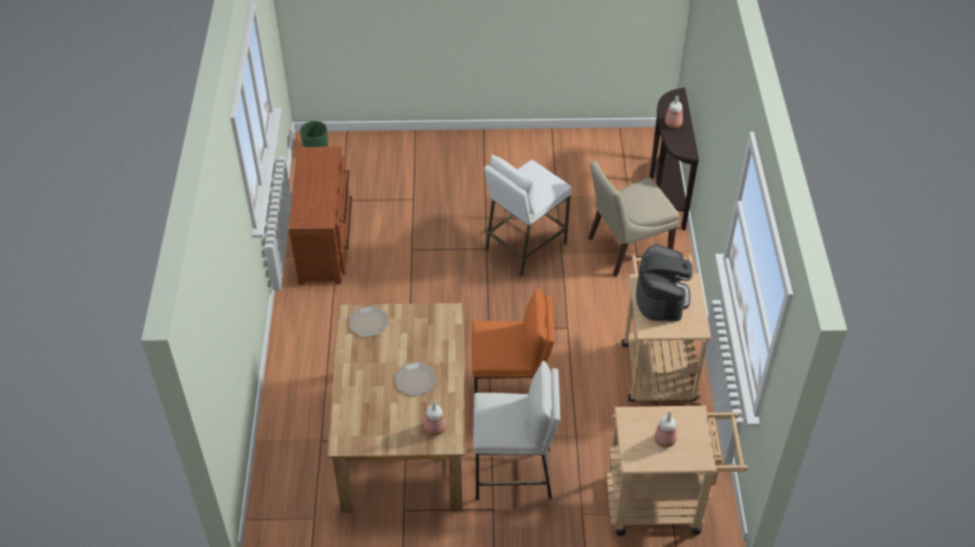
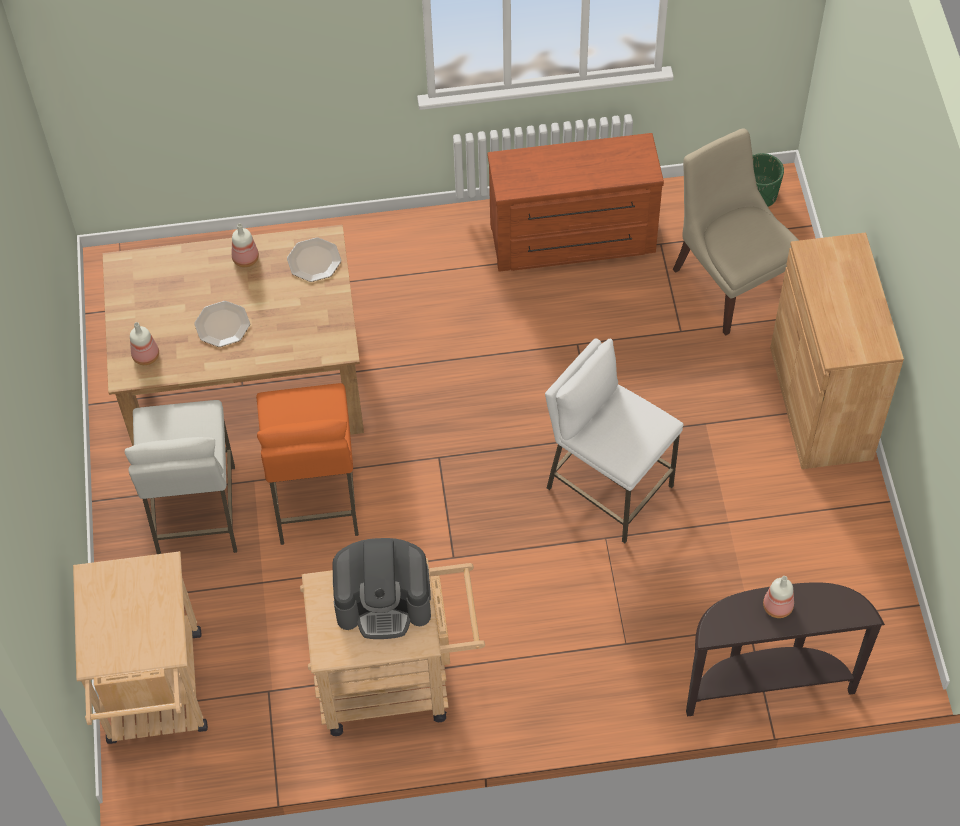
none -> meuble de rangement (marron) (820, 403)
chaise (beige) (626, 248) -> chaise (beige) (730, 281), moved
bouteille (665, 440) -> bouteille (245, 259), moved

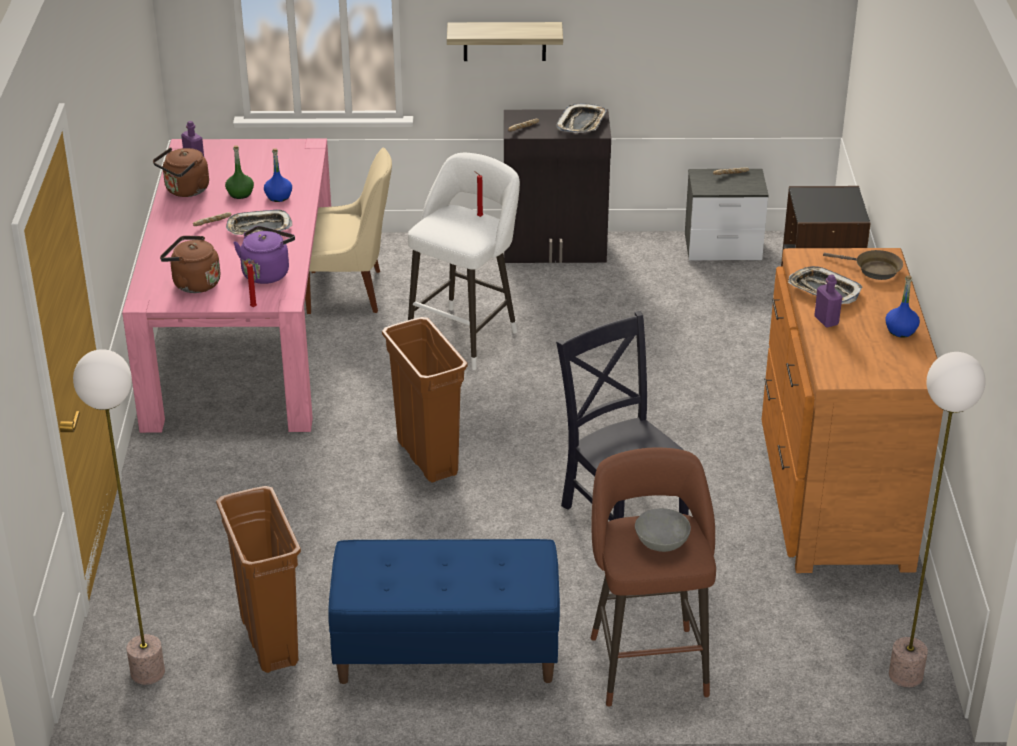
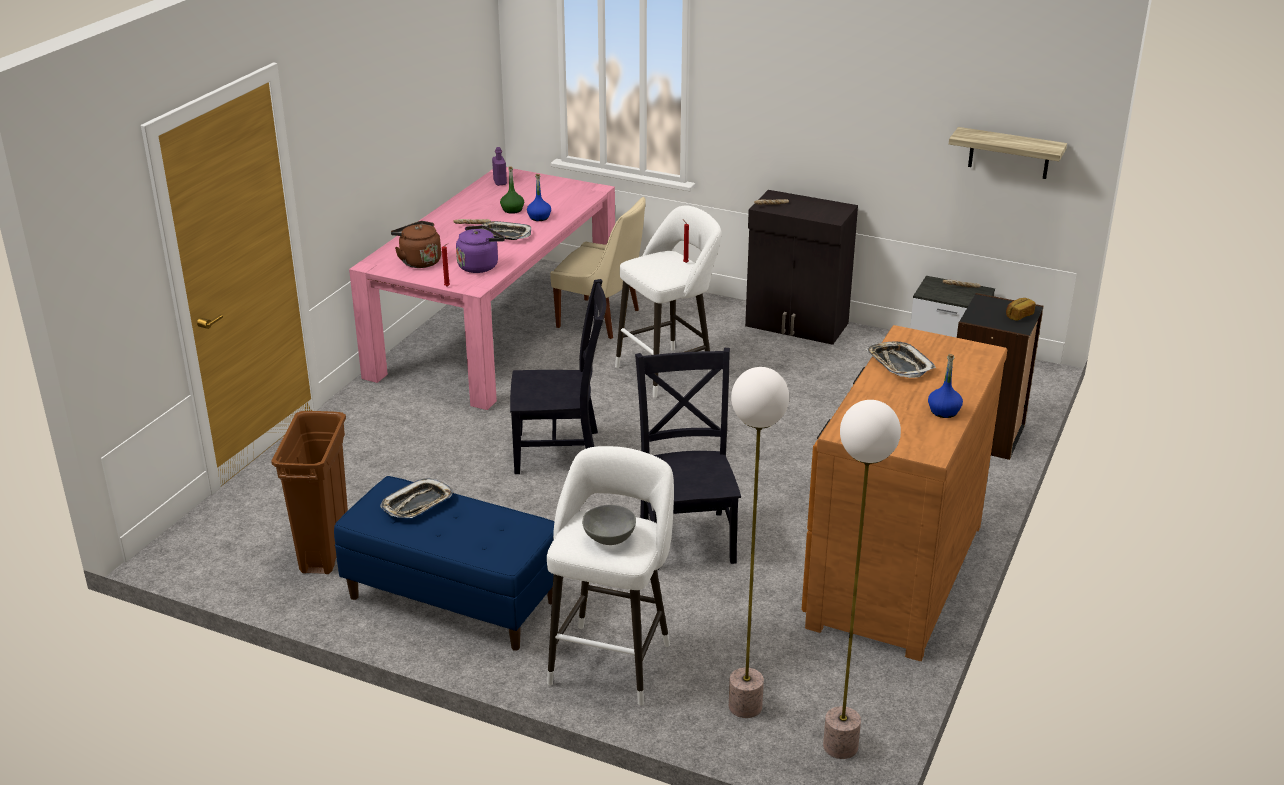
bouilloire (marron) (185, 191) -> none
bouteille (violet) (826, 321) -> none
poêle (marron) (873, 269) -> none
none -> pain (1018, 315)
lampadaire (147, 672) -> lampadaire (744, 706), moved
étagère (504, 41) -> étagère (1009, 153), moved
plateau (582, 123) -> plateau (417, 504), moved
poubelle (marron) (428, 458) -> chaise (noir) (561, 452)
tabouret (marron) (647, 660) -> tabouret (blanc) (612, 659)

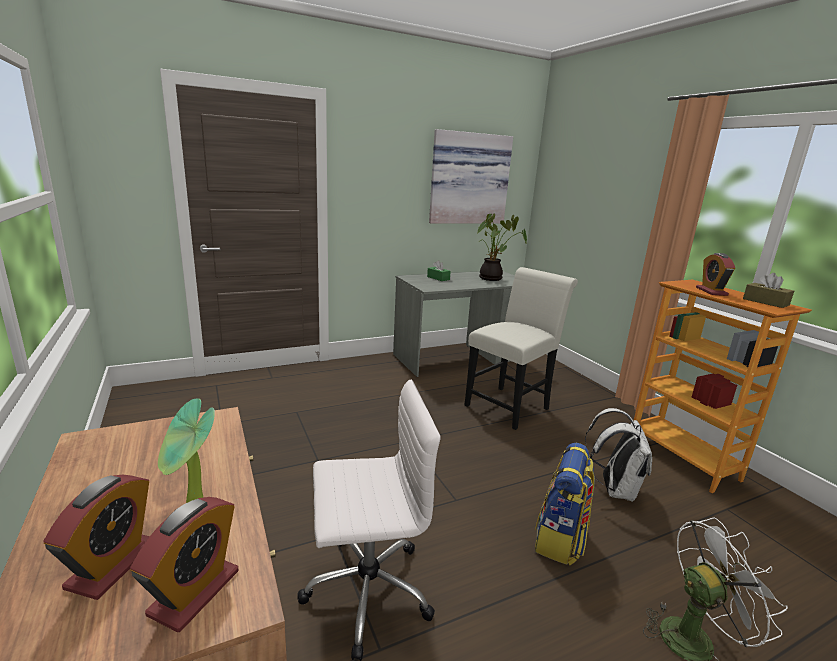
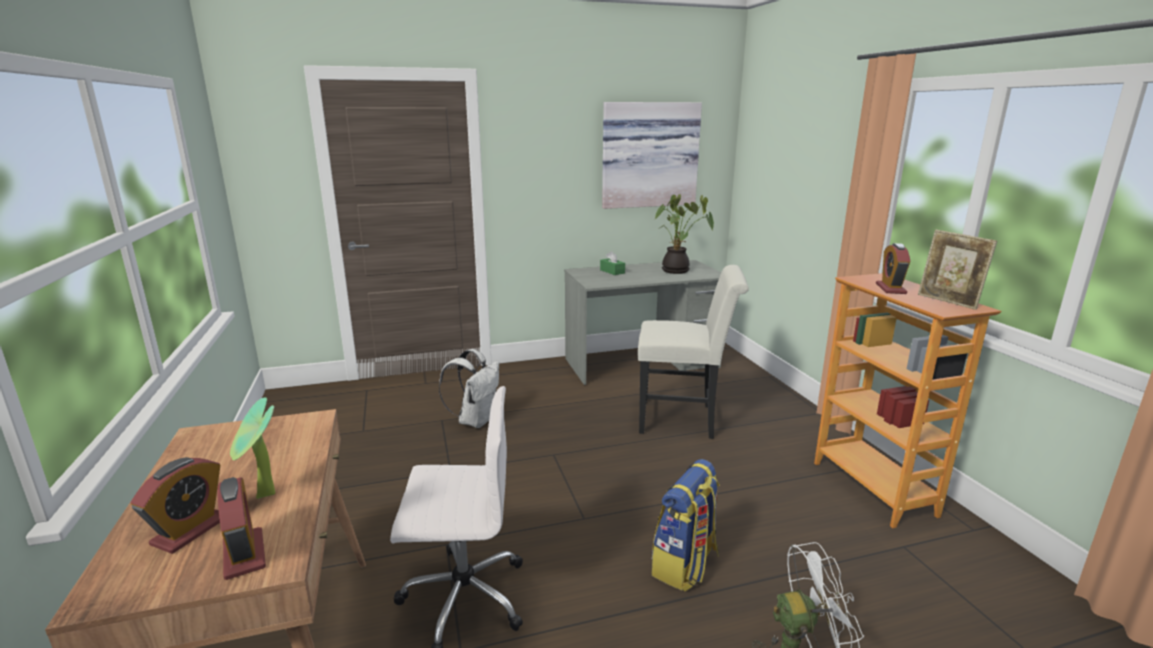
sac à dos (blanc) (614, 489) -> sac à dos (blanc) (476, 420), moved
boîte à mouchoirs (marron) (765, 302) -> cadre photo (948, 302)
réveil (194, 592) -> réveil (244, 554), 60 degrees counterclockwise
chaise (blanc) (510, 405) -> chaise (blanc) (683, 419), 45 degrees clockwise

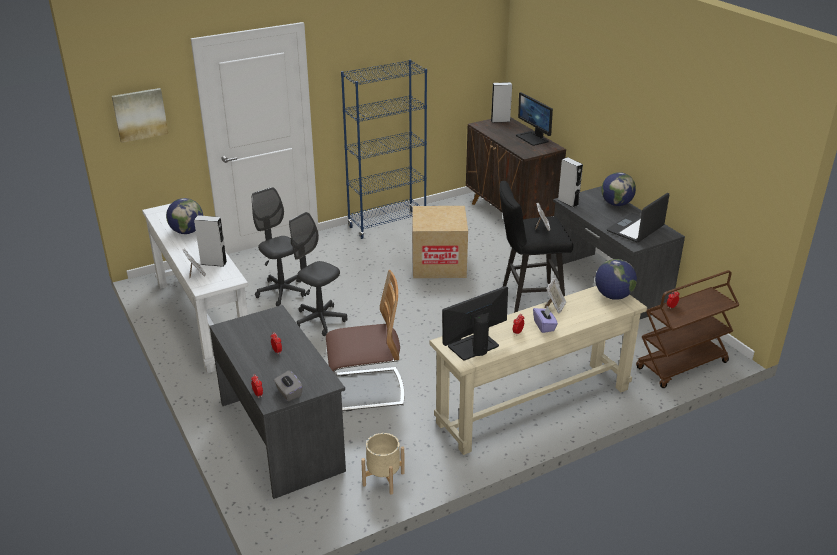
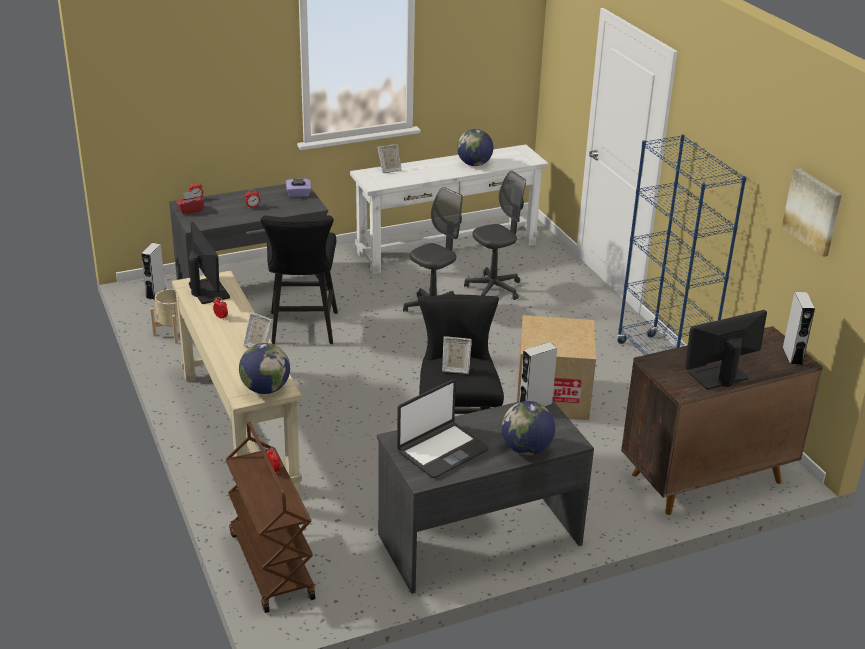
tableau (140, 114) -> tableau (813, 211), moved
enceinte (gris) (213, 263) -> enceinte (gris) (155, 293), moved
boîte à mouchoirs (violet) (544, 326) -> boîte à mouchoirs (violet) (298, 194), moved
chaise (367, 390) -> tabouret (noir) (303, 331)
boîte à mouchoirs (gris) (288, 393) -> boîte à mouchoirs (rouge) (190, 210)
ordinateur portable (636, 229) -> ordinateur portable (442, 450), 90 degrees clockwise

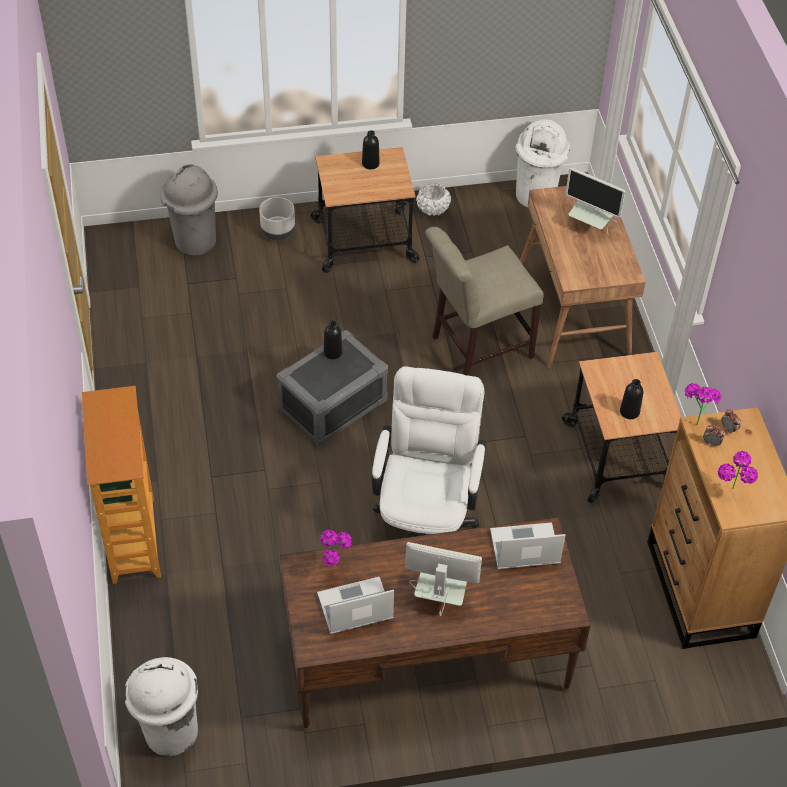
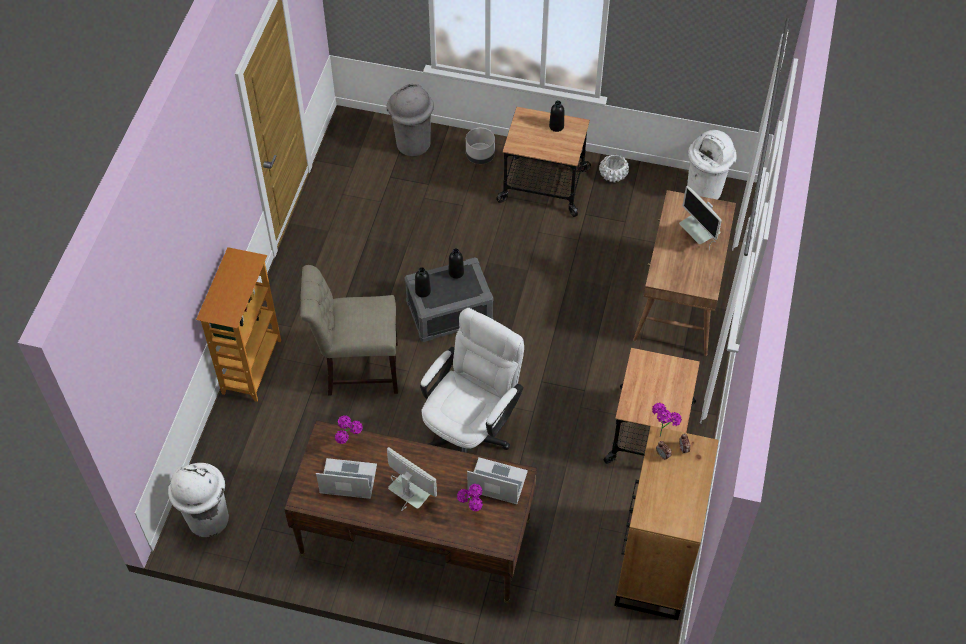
chaise (beige) (476, 348) -> chaise (beige) (357, 368), moved
bouteille (noir) (629, 412) -> bouteille (noir) (423, 291), moved
plante en pot (732, 494) -> plante en pot (472, 512), moved

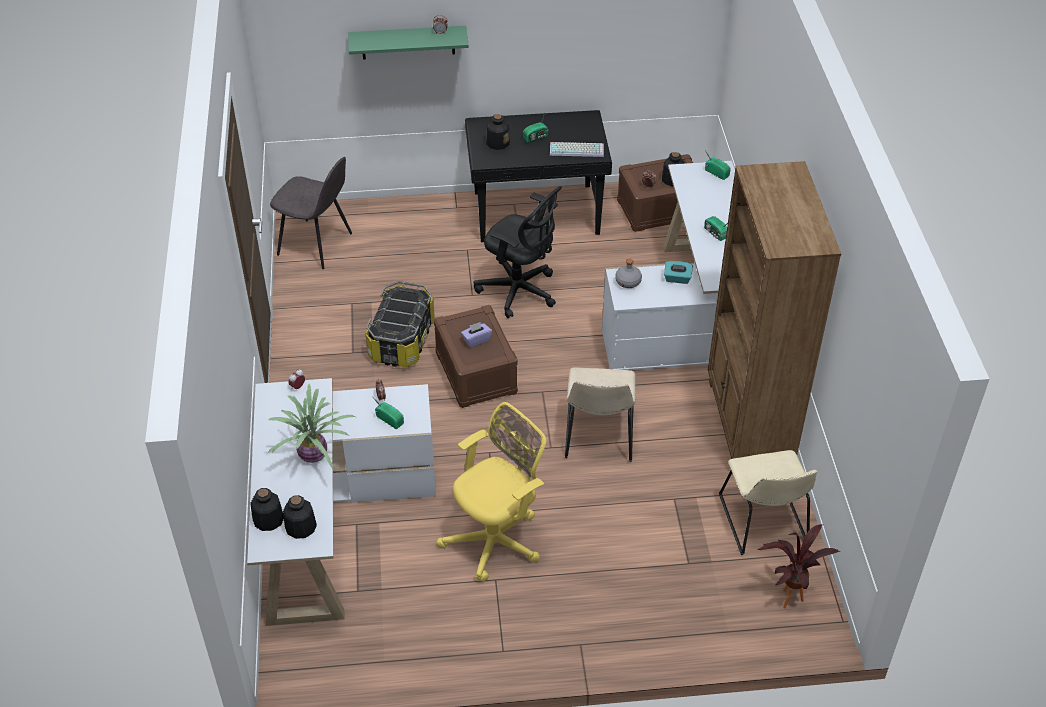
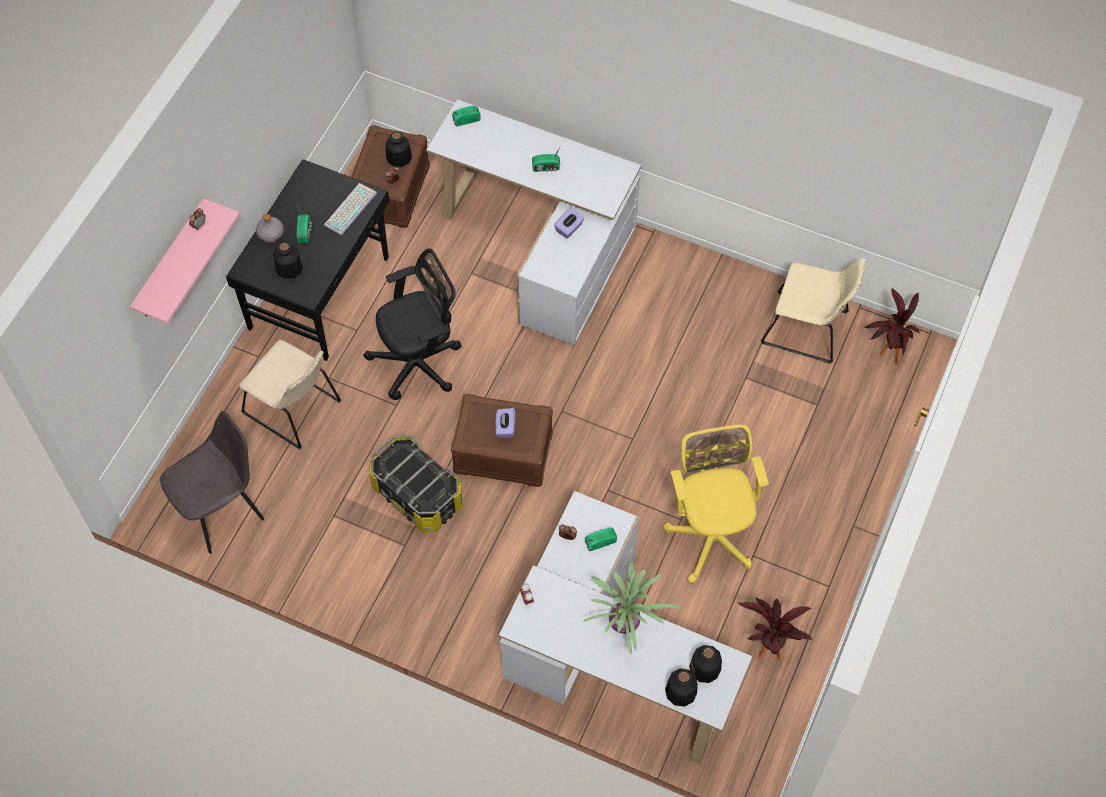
bibliothèque (marron) (748, 424) -> none
none -> plante en pot (768, 646)
chaise (beige) (599, 436) -> chaise (beige) (295, 410), moved
bouteille (gris) (628, 282) -> bouteille (gris) (271, 234), moved
étagère (vert) (408, 42) -> étagère (rose) (170, 262)
boîte à mouchoirs (turquoise) (677, 279) -> boîte à mouchoirs (violet) (569, 228)

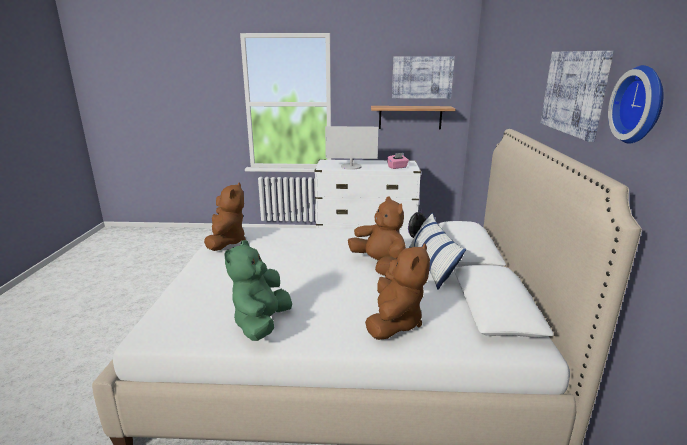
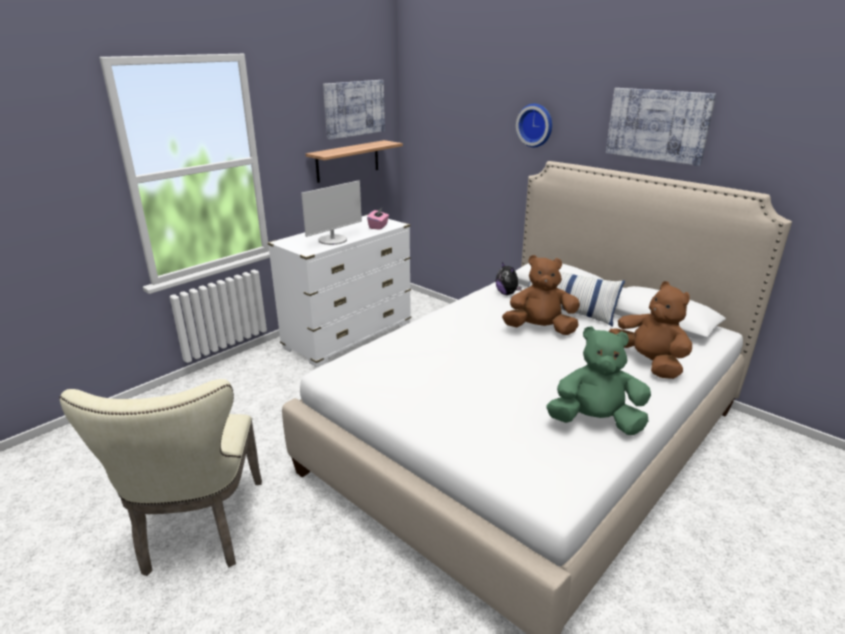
peluche (marron) (226, 242) -> none
none -> chaise (beige) (199, 532)
horloge murale (641, 105) -> horloge murale (536, 125), moved
peluche (vert) (261, 324) -> peluche (vert) (595, 422), 135 degrees clockwise

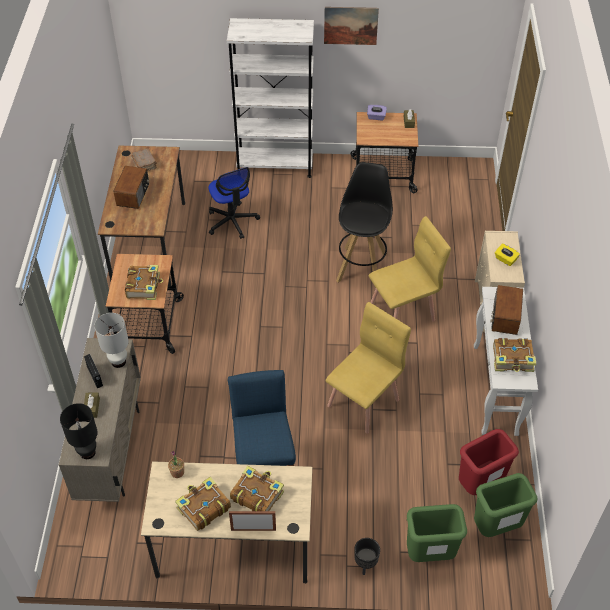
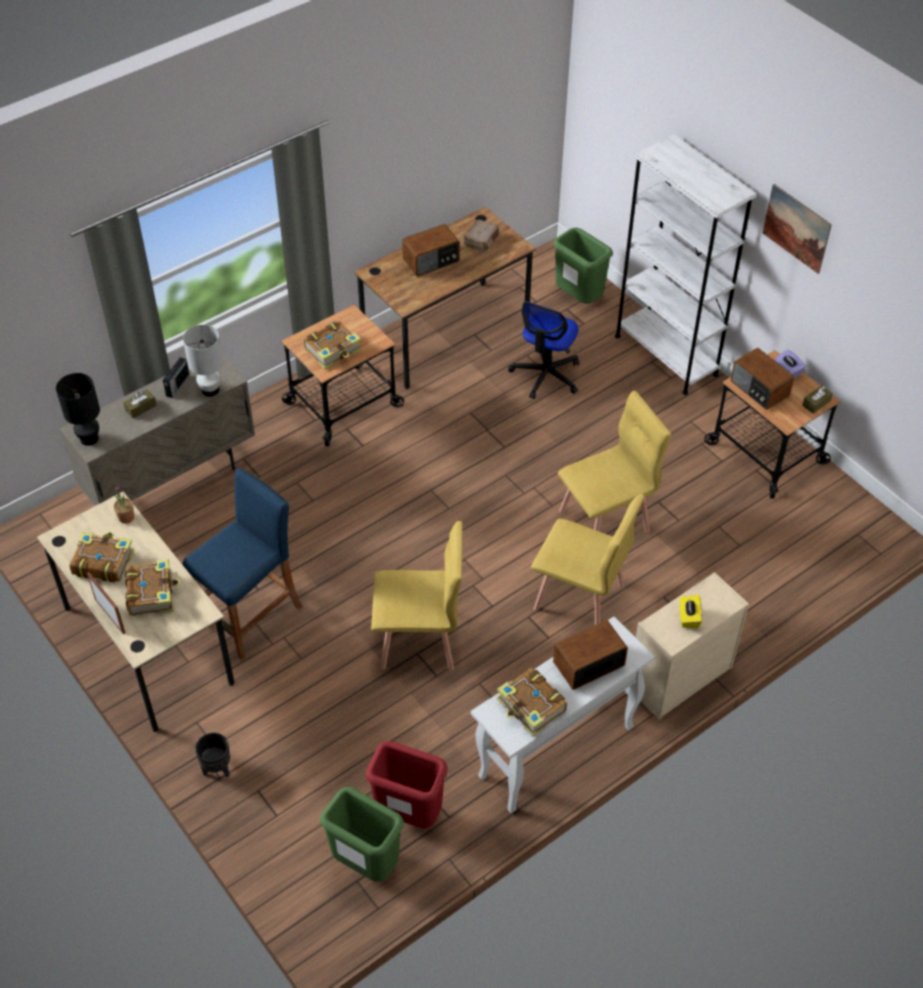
none -> radio (759, 389)
poubelle (vert) (430, 554) -> poubelle (vert) (579, 299), moved
tabouret (noir) (362, 266) -> chaise (jaune) (605, 521)

